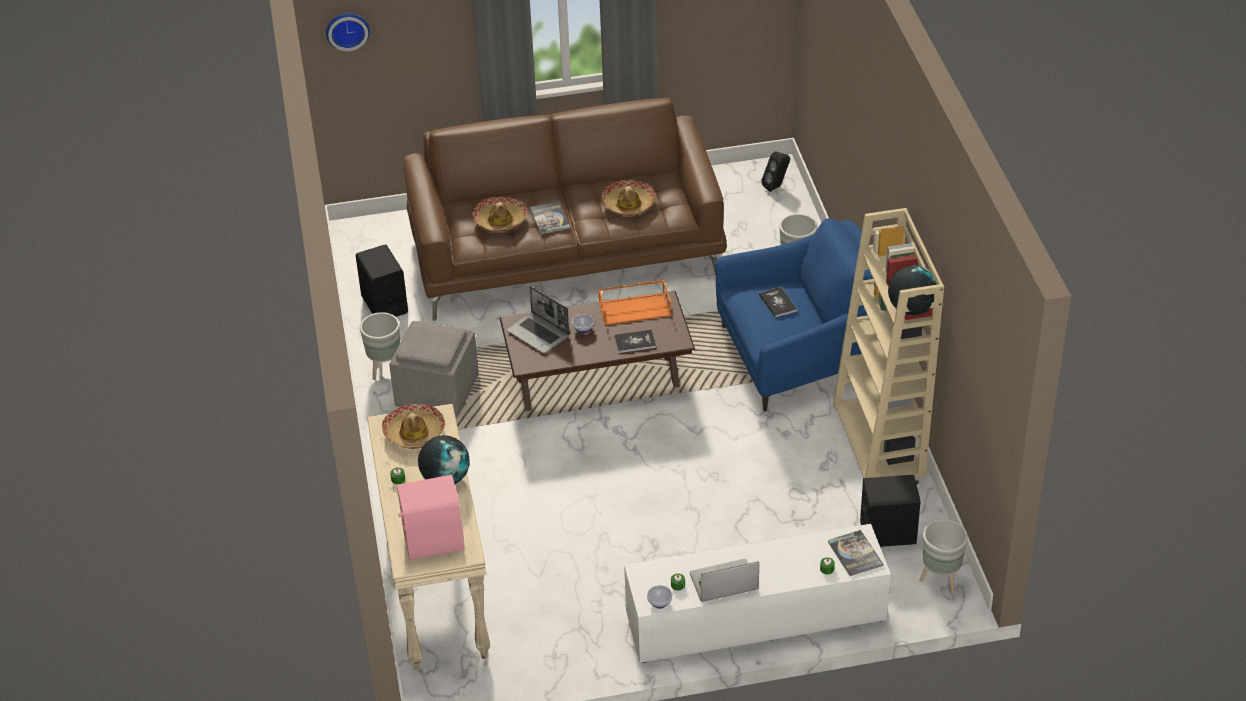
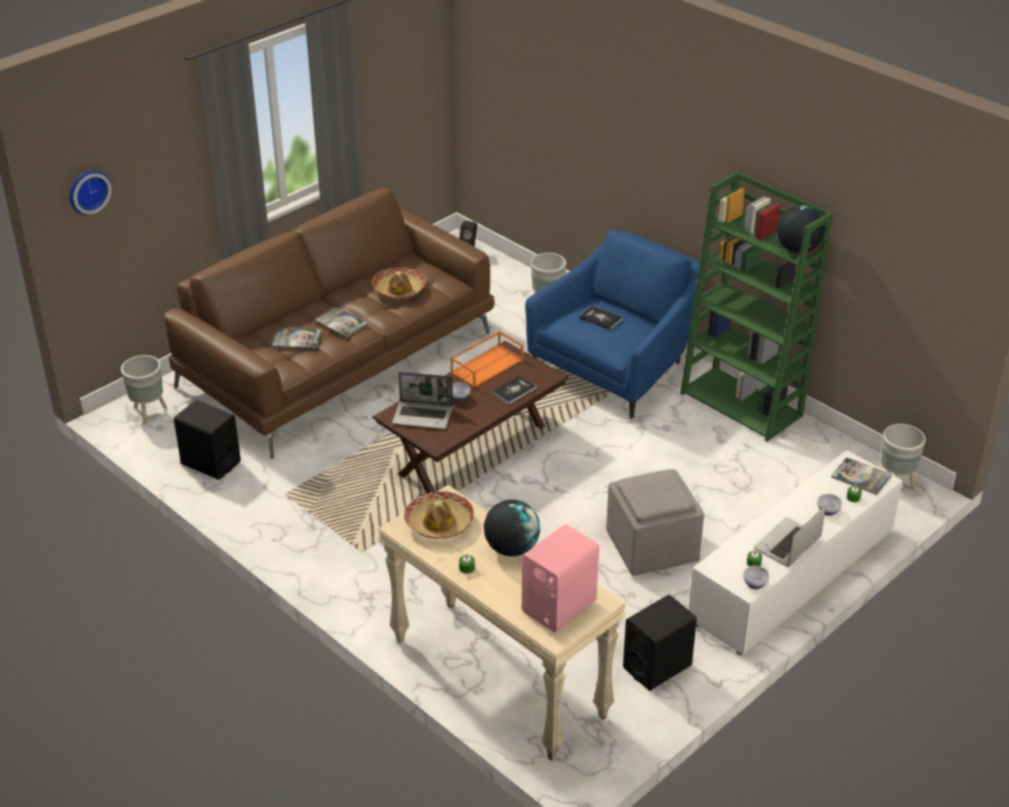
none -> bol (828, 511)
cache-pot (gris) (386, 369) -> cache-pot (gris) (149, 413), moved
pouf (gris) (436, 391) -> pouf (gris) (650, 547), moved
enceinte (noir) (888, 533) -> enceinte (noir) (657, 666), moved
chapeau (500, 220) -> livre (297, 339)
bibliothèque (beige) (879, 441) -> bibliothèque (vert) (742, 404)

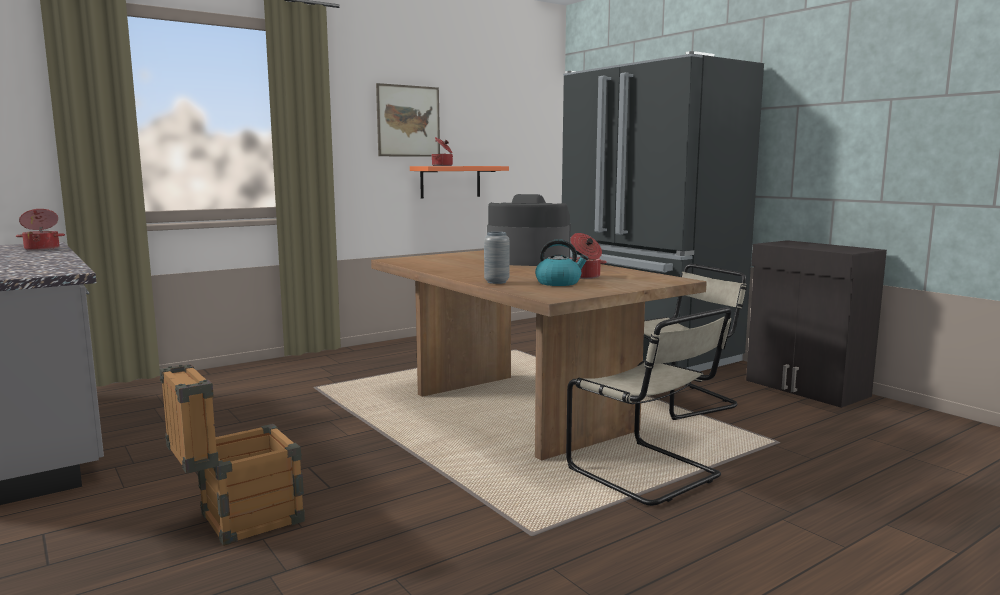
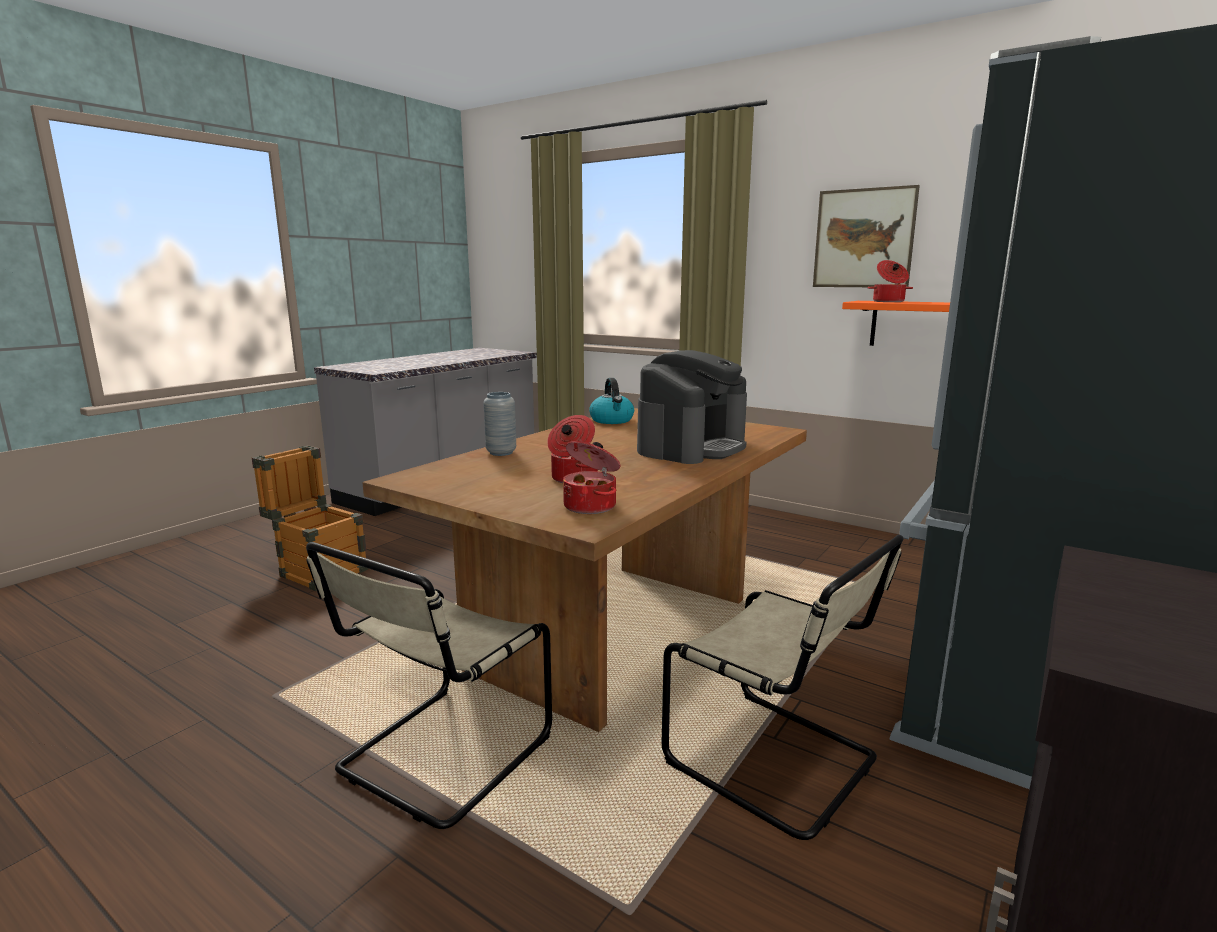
marmite (42, 249) -> marmite (591, 506), moved
bouilloire (559, 283) -> bouilloire (612, 420), moved
machine à café (528, 261) -> machine à café (692, 447), 45 degrees clockwise

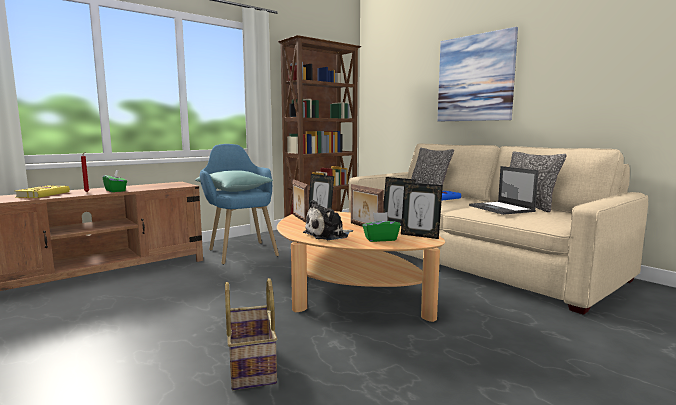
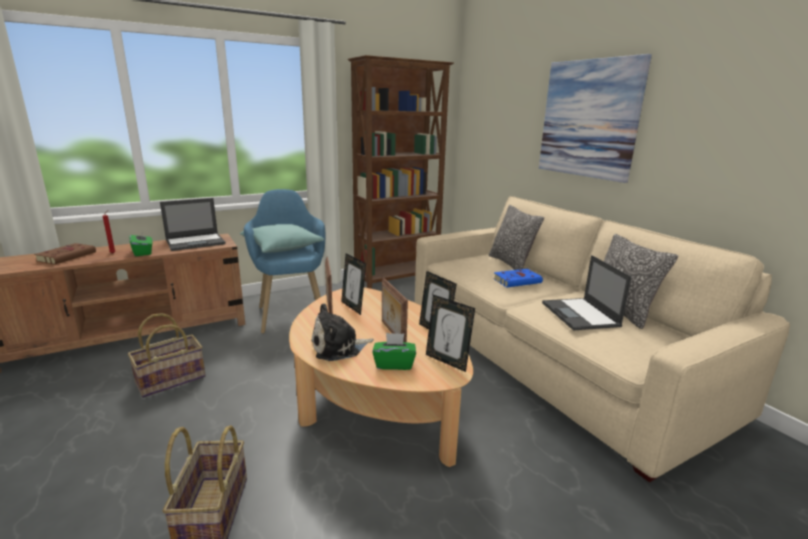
none -> panier (171, 379)
none -> ordinateur portable (196, 242)
livre (jaune) (44, 194) -> livre (marron) (68, 256)

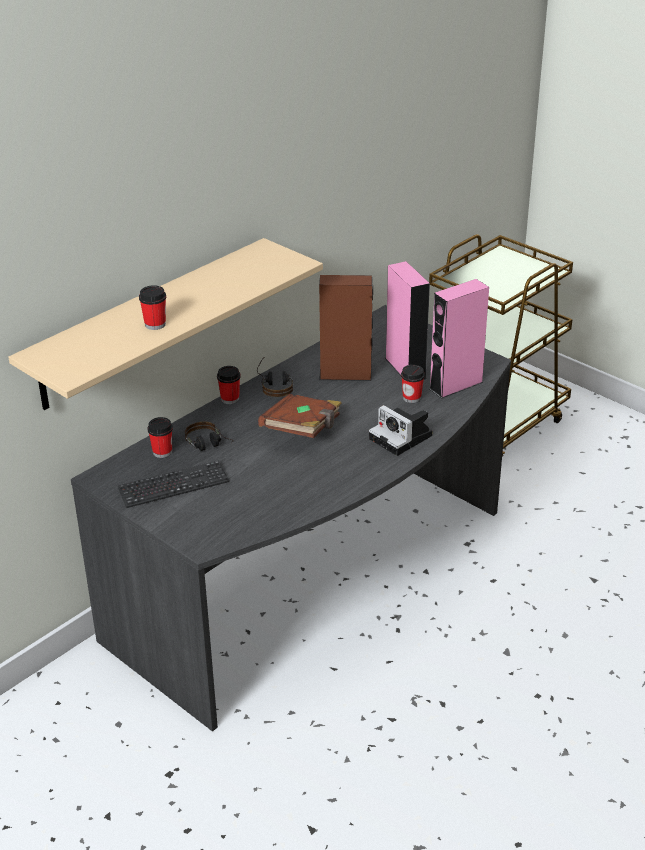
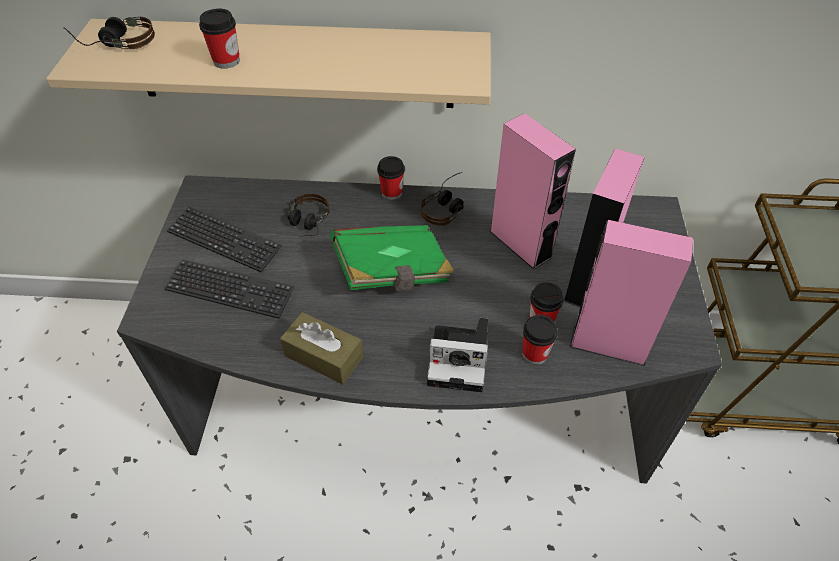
none -> casque audio (116, 42)
none -> clavier (230, 290)
none -> boîte à mouchoirs (marron) (324, 356)
tasse (162, 452) -> tasse (535, 354), moved
livre (marron) (303, 431) -> livre (vert) (393, 272)
enceinte (marron) (345, 374) -> enceinte (rose) (520, 244)
appareil photo (403, 438) -> appareil photo (461, 359), 90 degrees counterclockwise

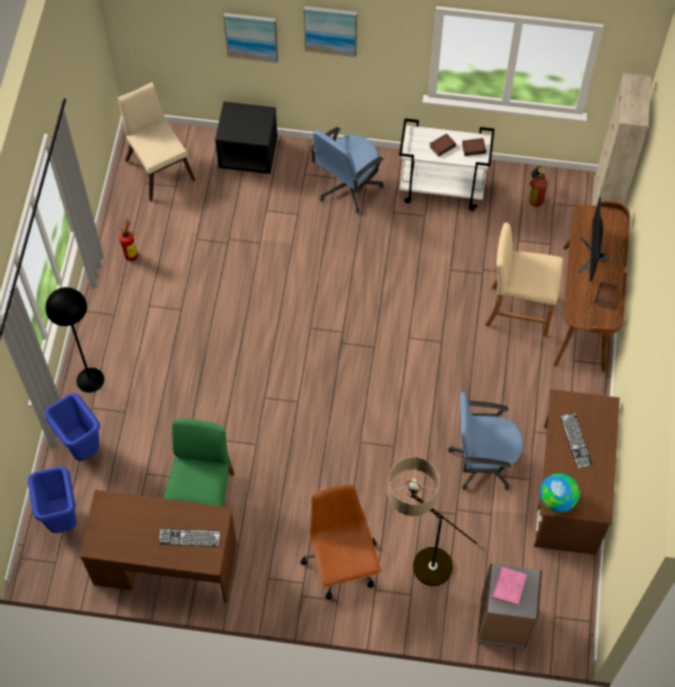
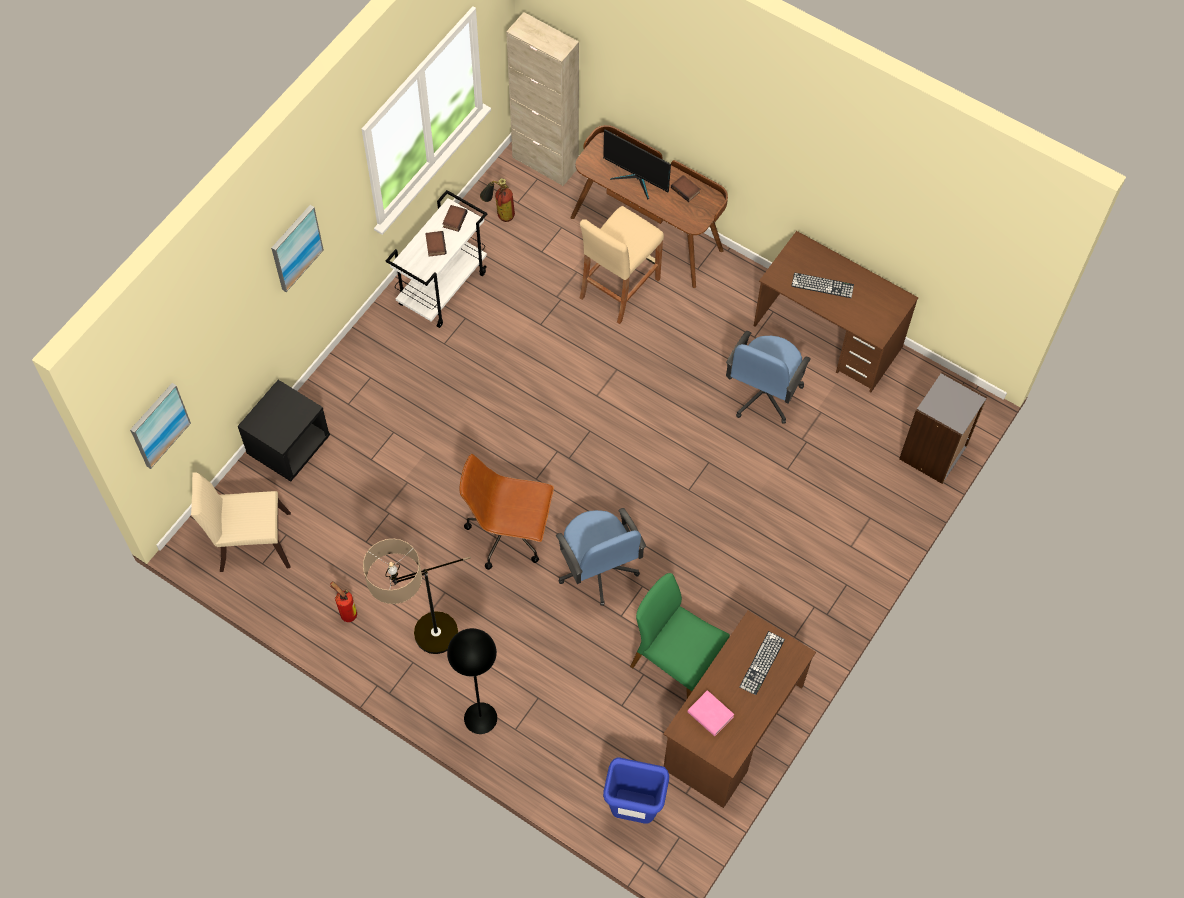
poubelle (bleu) (82, 448) -> none
globe (557, 499) -> none
tableau (251, 36) -> tableau (159, 425), moved
chaise de bureau (marron) (342, 564) -> chaise de bureau (marron) (509, 534), moved
chaise de bureau (bleu) (347, 186) -> chaise de bureau (bleu) (597, 569), moved
lampadaire (417, 560) -> lampadaire (421, 644), moved
livre (rose) (508, 588) -> livre (rose) (710, 715), moved

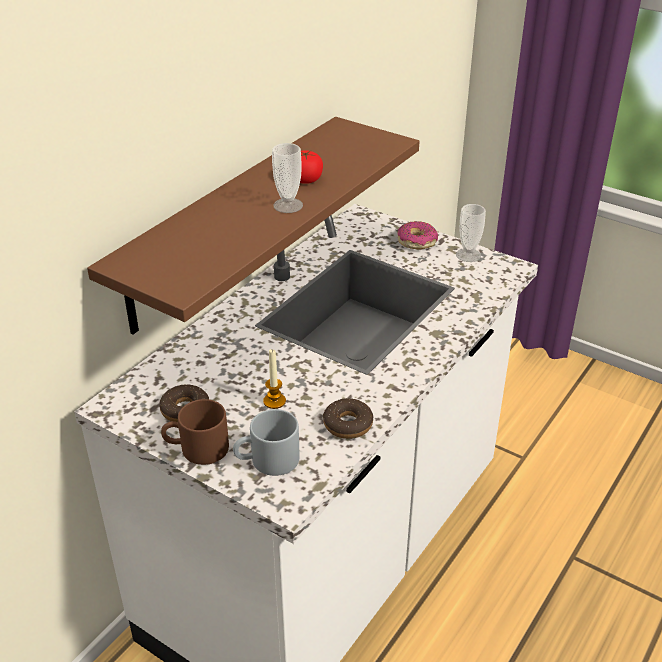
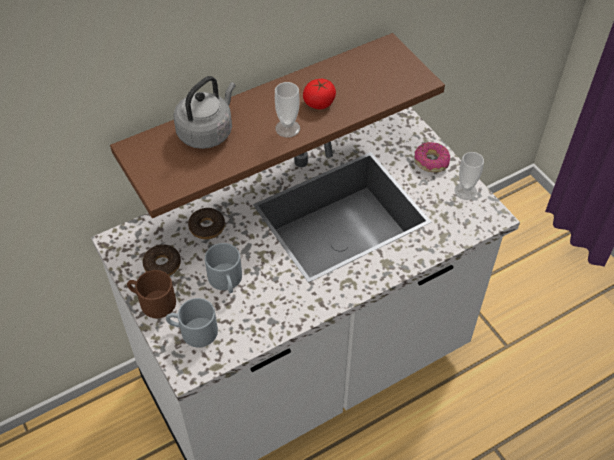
none -> bouilloire (gris) (207, 132)
beignet (348, 424) -> beignet (207, 227), moved
bougie (274, 401) -> mug (gris) (227, 281)

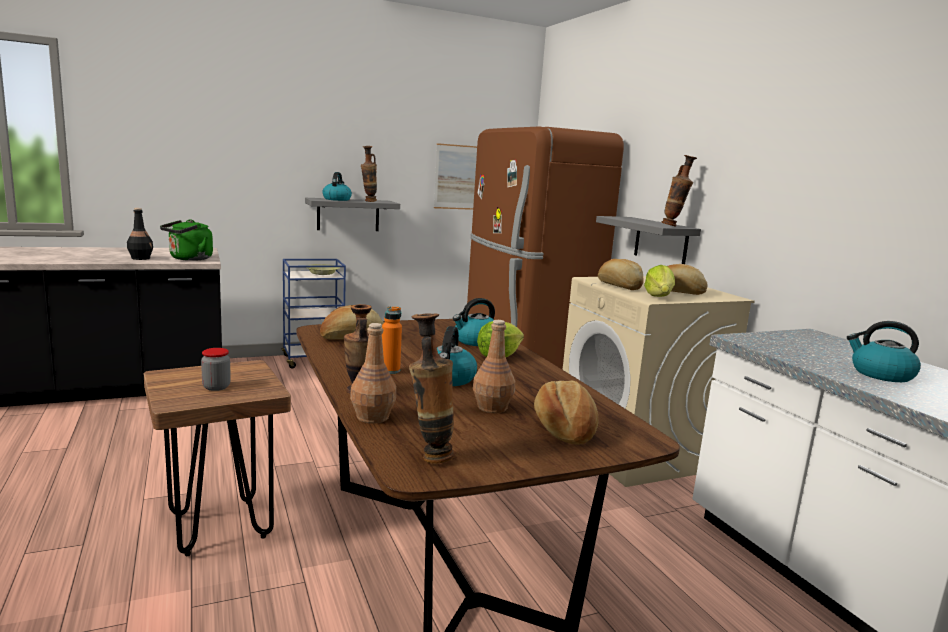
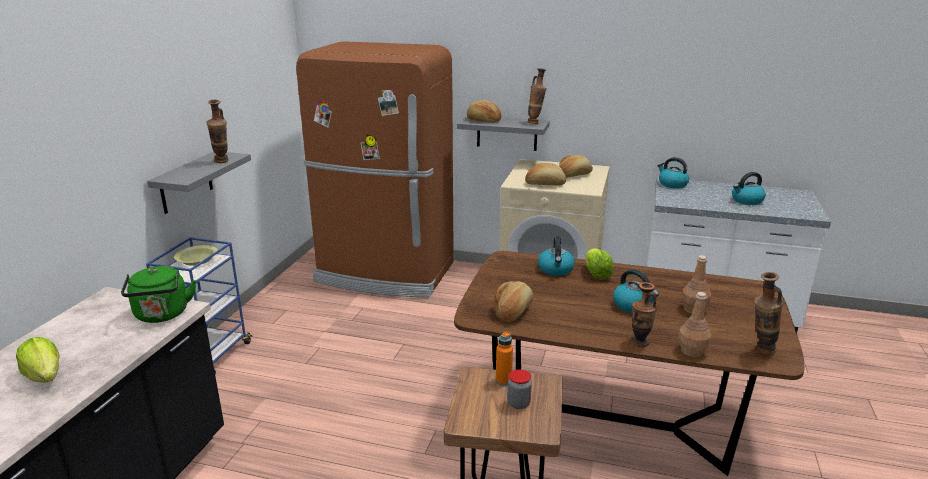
bouteille (noir) (141, 258) -> none
tableau (458, 177) -> none
bouilloire (337, 199) -> bouilloire (672, 184), moved
bouteille (orange) (390, 370) -> bouteille (orange) (503, 381), moved
pain (564, 429) -> pain (483, 120), moved
laitue (659, 297) -> laitue (45, 376), moved

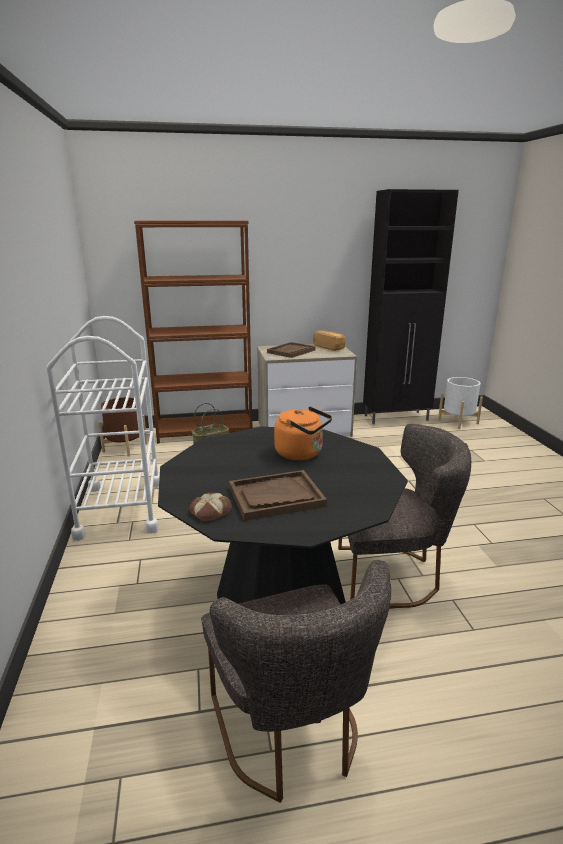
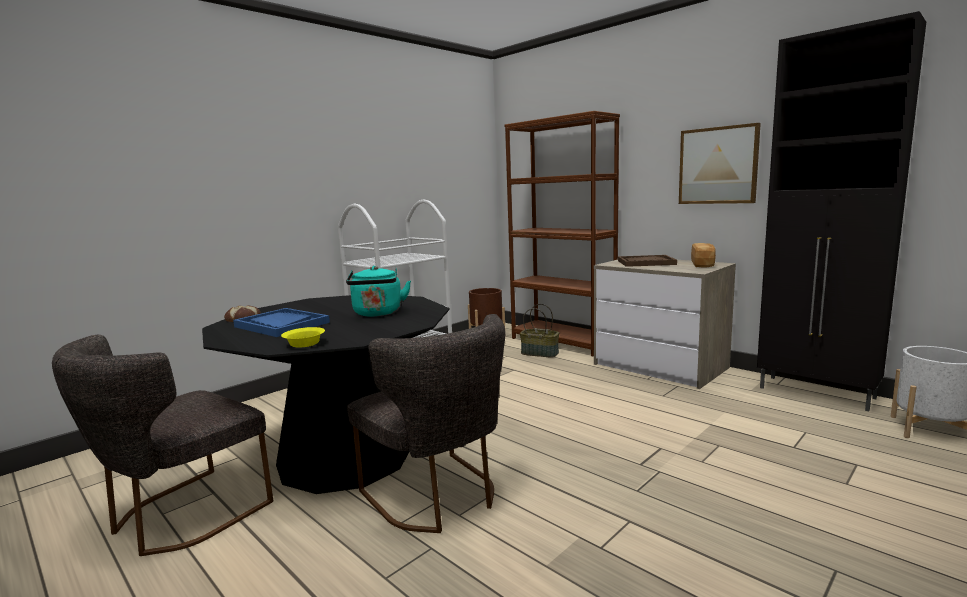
none -> bol (jaune) (303, 344)
none -> tableau (718, 165)
plateau (marron) (276, 497) -> plateau (bleu) (281, 325)
bouilloire (orange) (301, 454) -> bouilloire (turquoise) (378, 313)

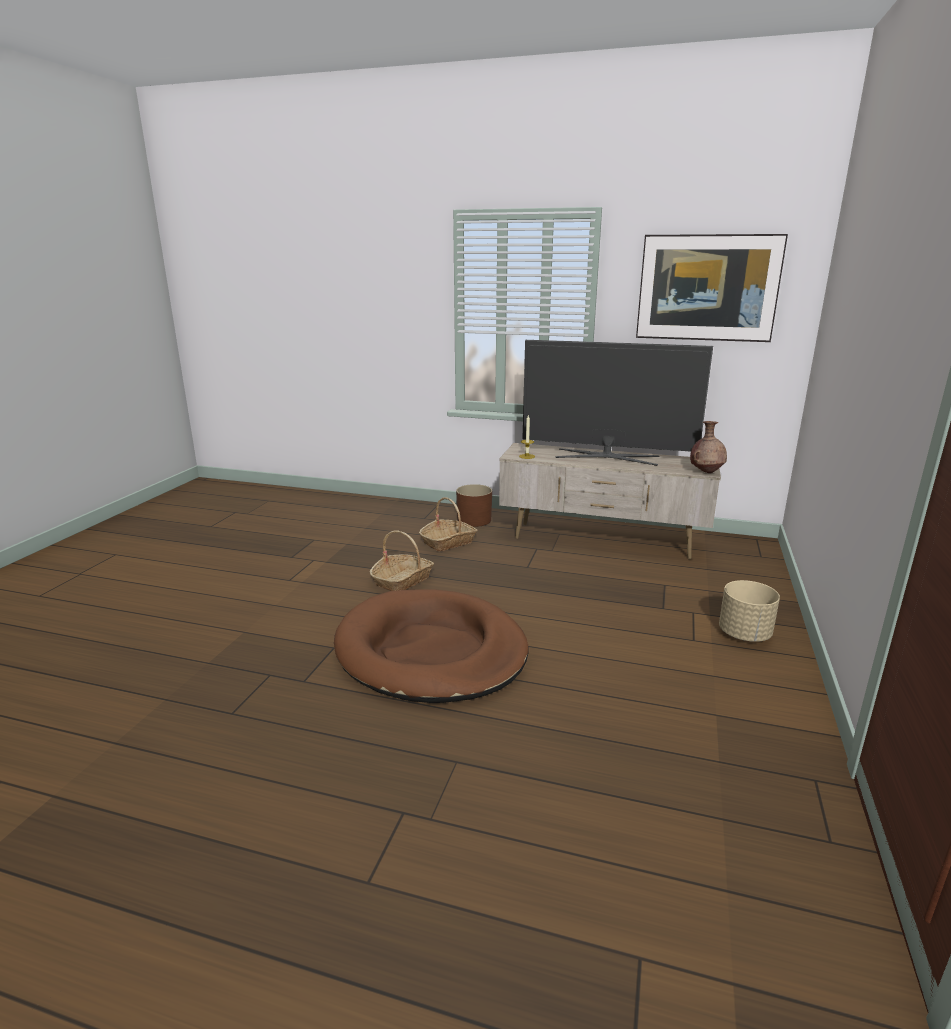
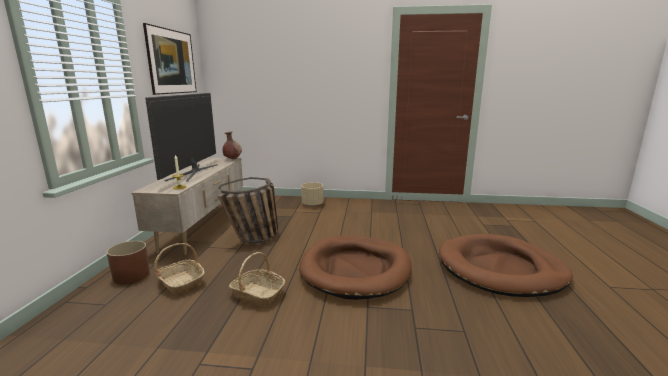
none -> panier (253, 239)
none -> panier pour chien (marron) (500, 269)

